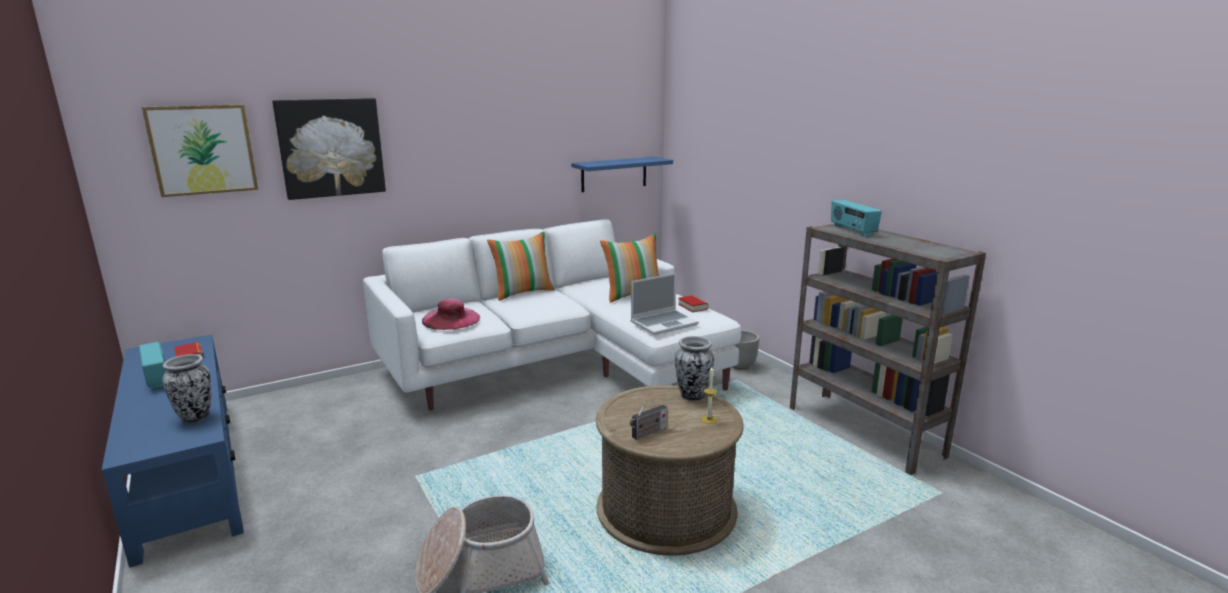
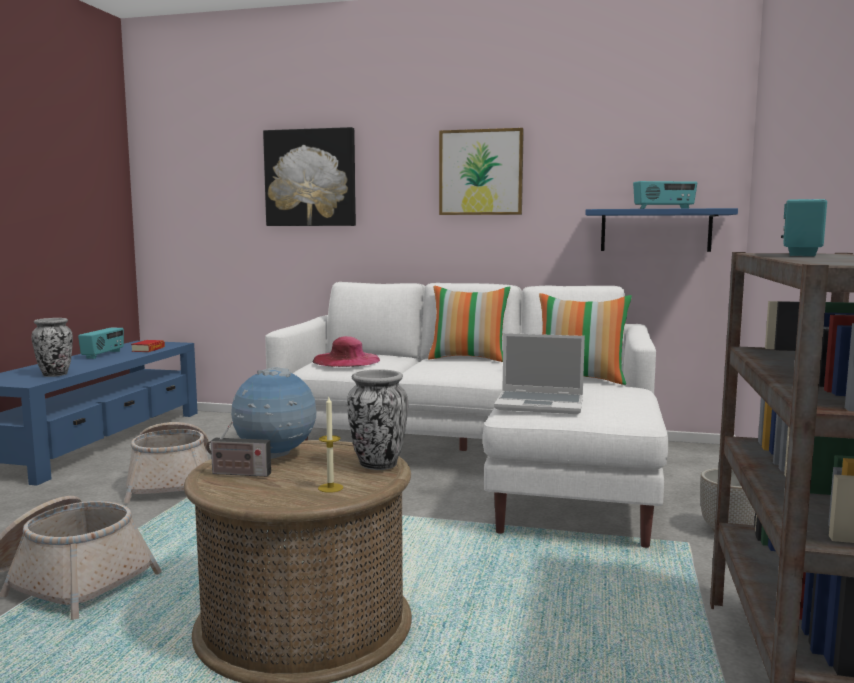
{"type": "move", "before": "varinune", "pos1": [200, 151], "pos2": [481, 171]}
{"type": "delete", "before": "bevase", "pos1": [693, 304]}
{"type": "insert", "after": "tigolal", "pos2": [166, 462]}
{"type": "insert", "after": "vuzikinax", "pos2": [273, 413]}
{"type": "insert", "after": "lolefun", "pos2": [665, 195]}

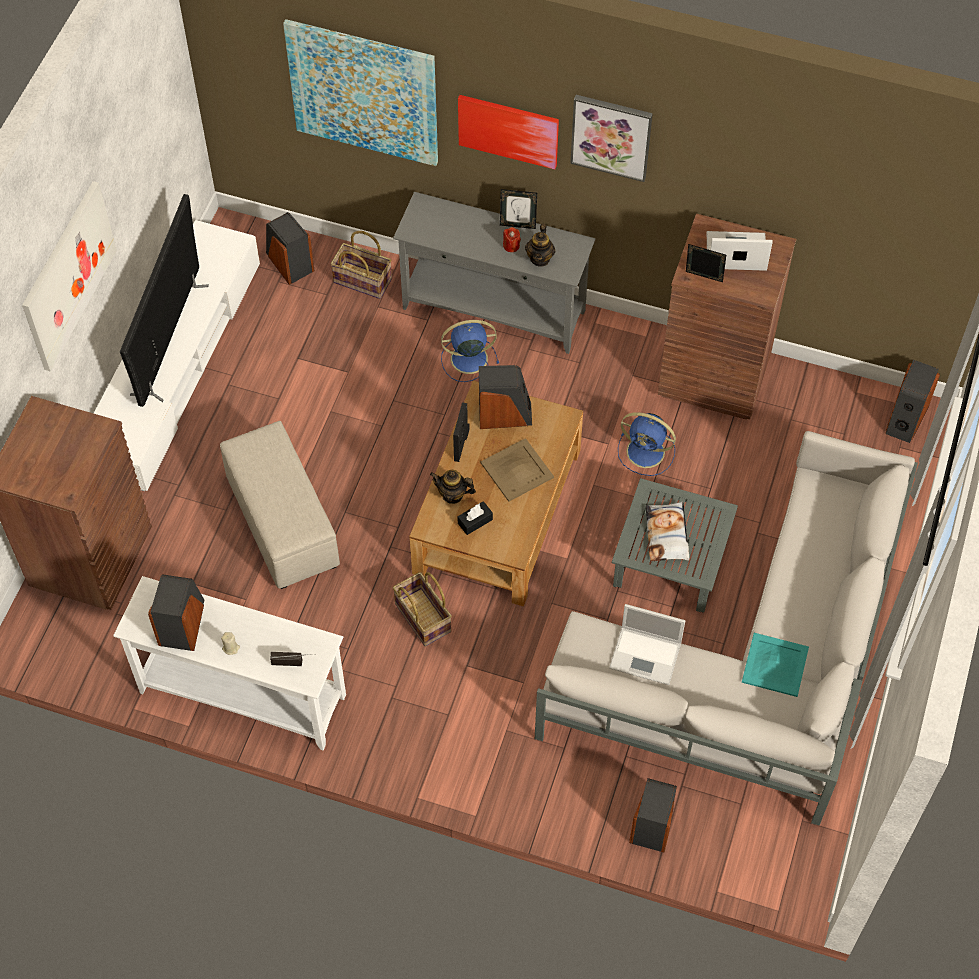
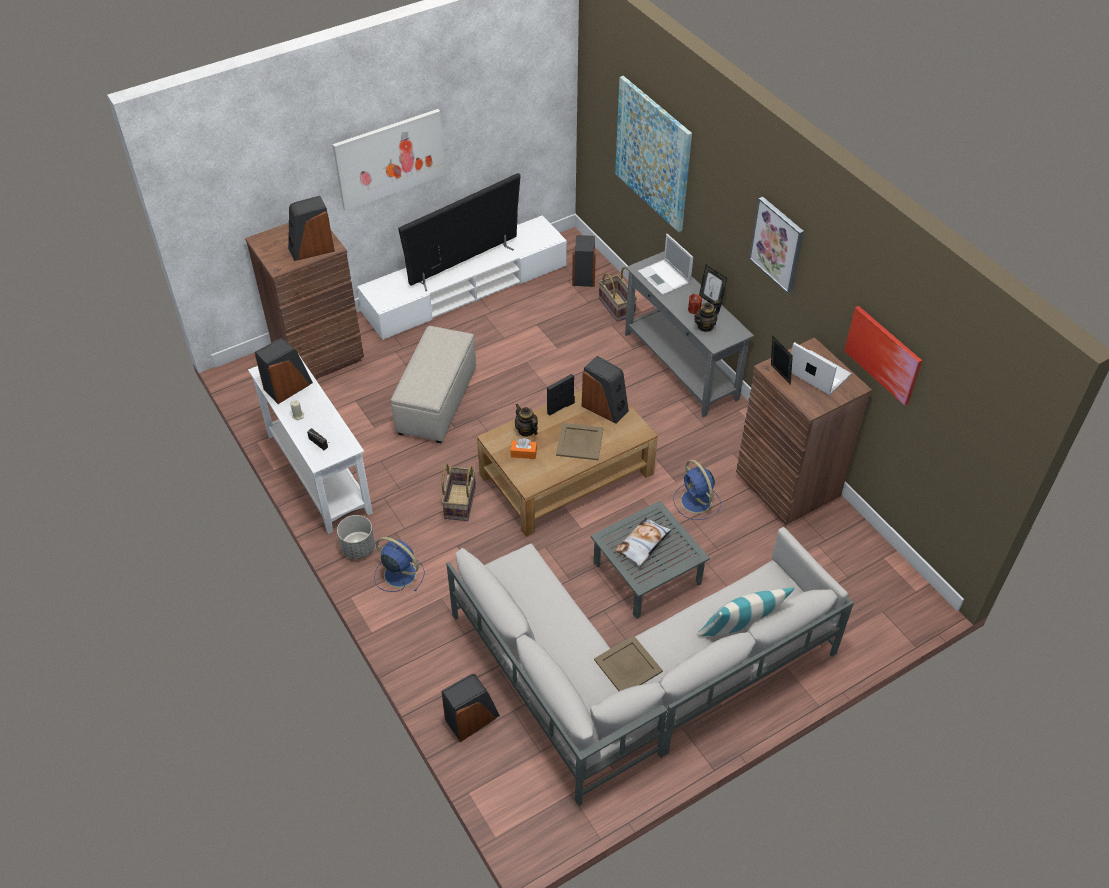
{"type": "move", "before": "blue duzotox", "pos1": [470, 351], "pos2": [399, 564]}
{"type": "move", "before": "varinune", "pos1": [508, 132], "pos2": [883, 356]}
{"type": "recolor", "before": "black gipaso", "after": "orange gipaso", "pos1": [475, 518], "pos2": [523, 448]}
{"type": "move", "before": "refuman", "pos1": [647, 644], "pos2": [665, 265]}
{"type": "recolor", "before": "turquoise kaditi", "after": "beige kaditi", "pos1": [775, 665], "pos2": [628, 663]}
{"type": "move", "before": "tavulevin", "pos1": [912, 401], "pos2": [311, 228]}
{"type": "insert", "after": "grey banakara", "pos2": [356, 537]}
{"type": "insert", "after": "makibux", "pos2": [745, 612]}

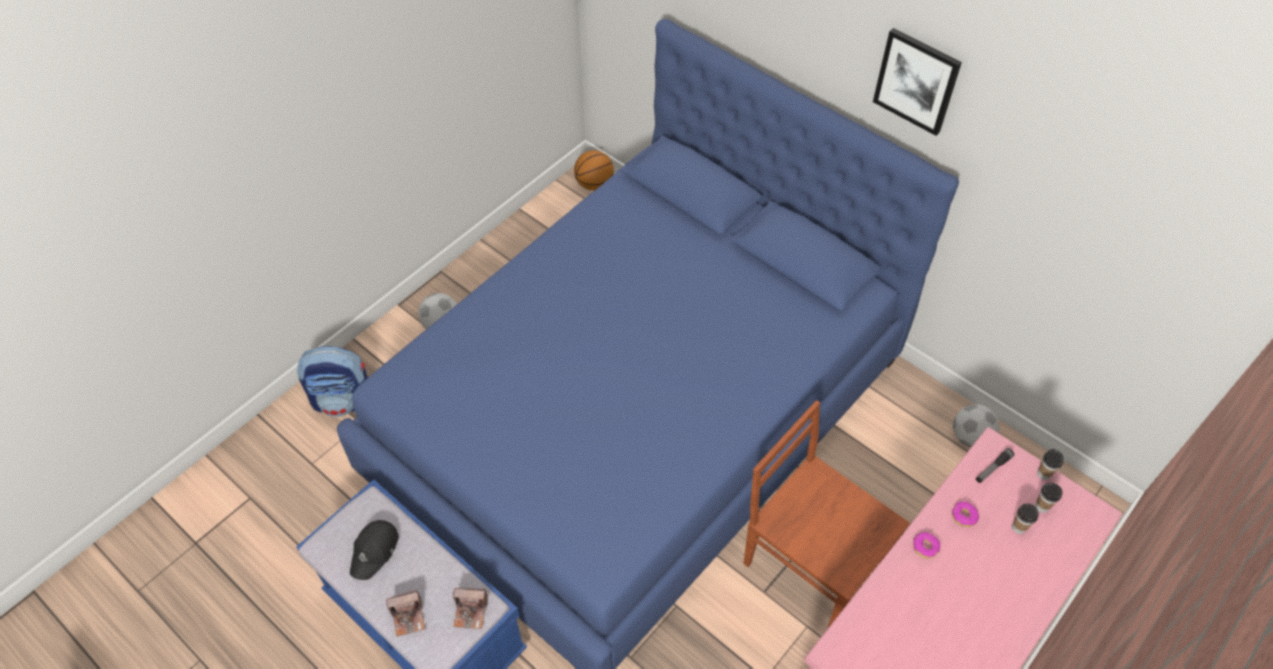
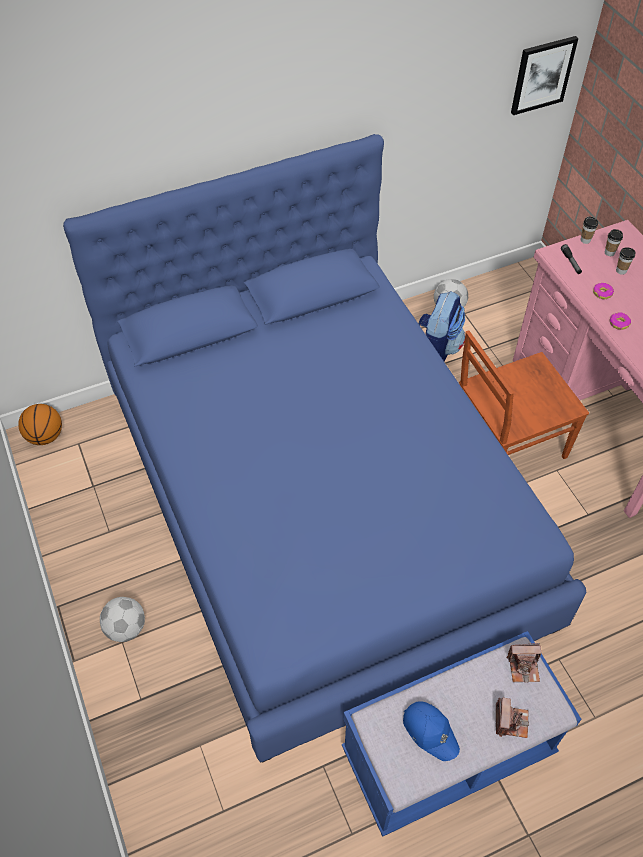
{"type": "move", "before": "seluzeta", "pos1": [332, 381], "pos2": [442, 326]}
{"type": "recolor", "before": "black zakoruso", "after": "blue zakoruso", "pos1": [374, 550], "pos2": [431, 731]}
{"type": "rotate", "before": "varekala", "pos1": [470, 608], "pos2": [524, 662], "turn": 60}
{"type": "move", "before": "varinune", "pos1": [917, 82], "pos2": [544, 75]}

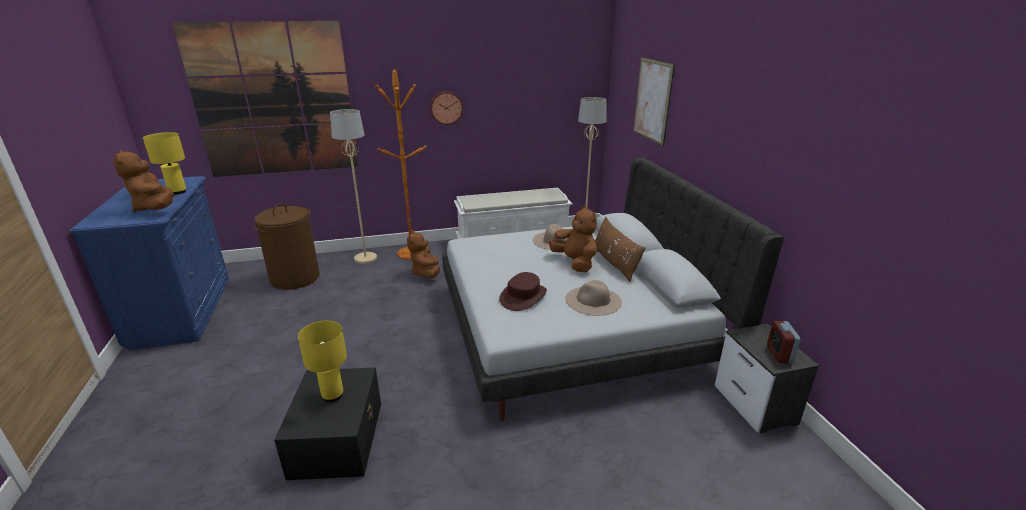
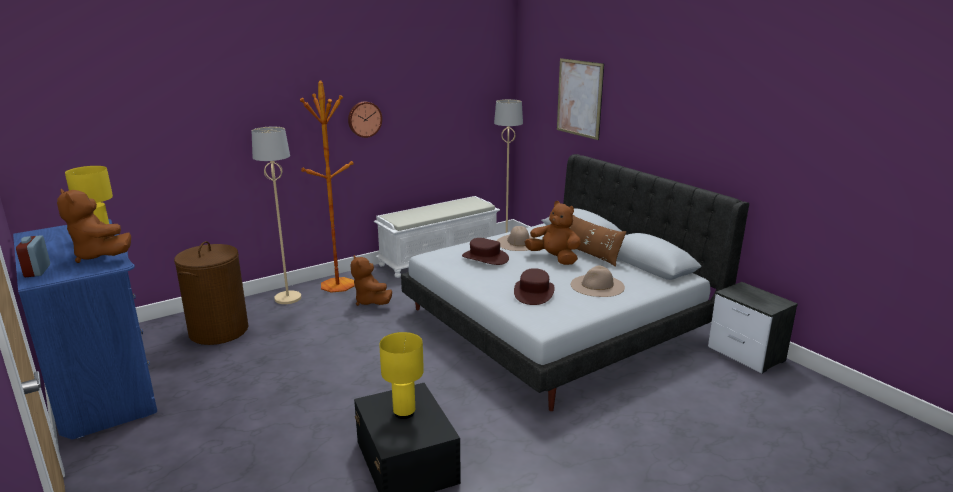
{"type": "delete", "before": "varinune", "pos1": [265, 99]}
{"type": "move", "before": "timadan", "pos1": [783, 342], "pos2": [33, 256]}
{"type": "insert", "after": "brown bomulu", "pos2": [485, 251]}

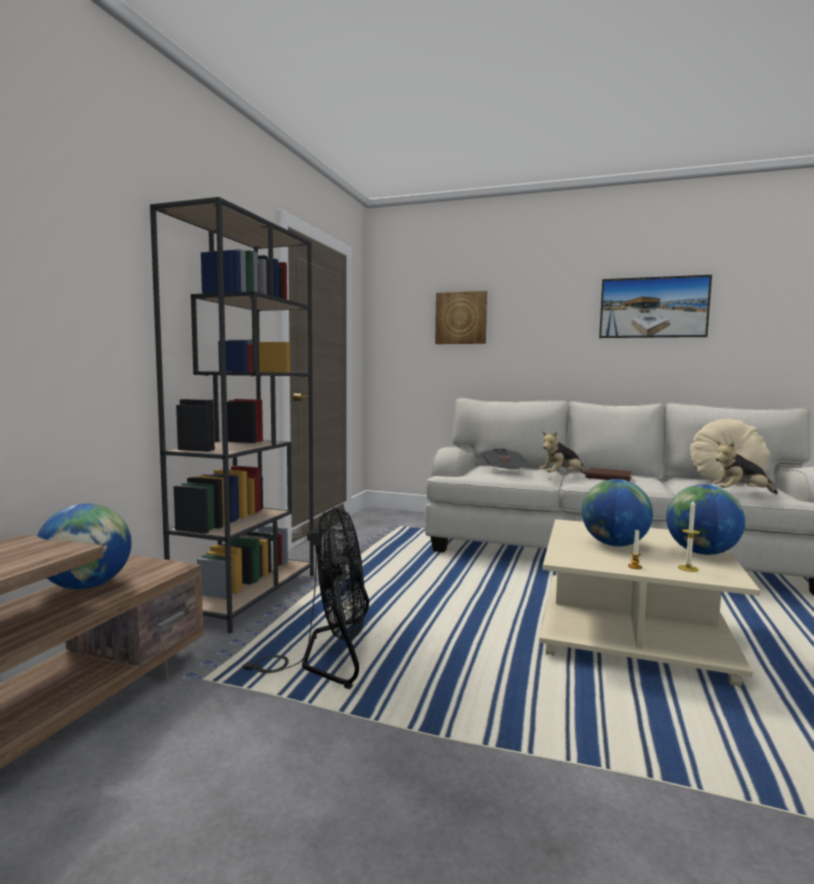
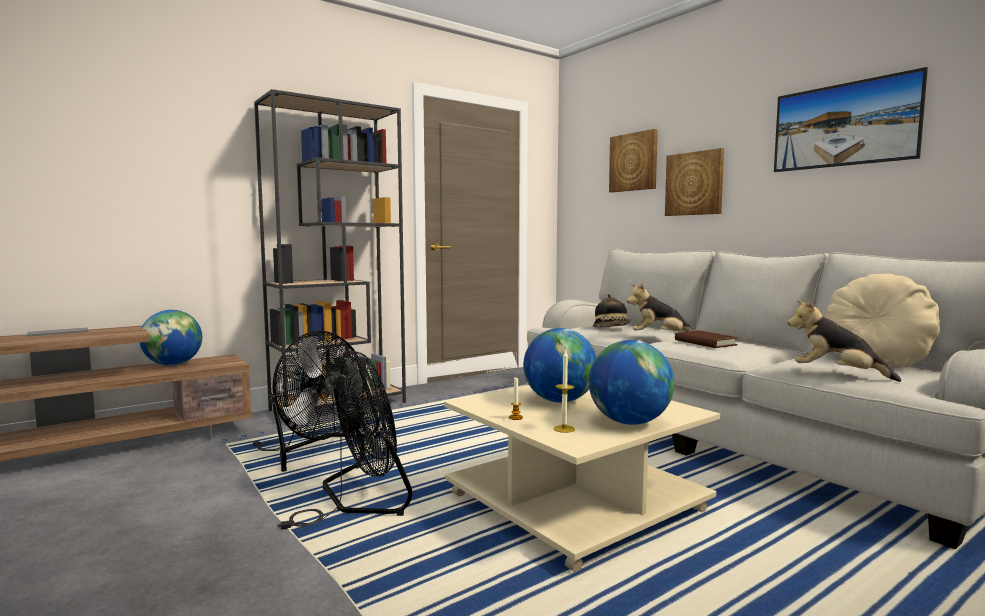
{"type": "replace", "before": "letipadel", "after": "bomulu", "pos1": [503, 459], "pos2": [612, 310]}
{"type": "insert", "after": "black duzotox", "pos2": [344, 440]}
{"type": "insert", "after": "varinune", "pos2": [694, 182]}

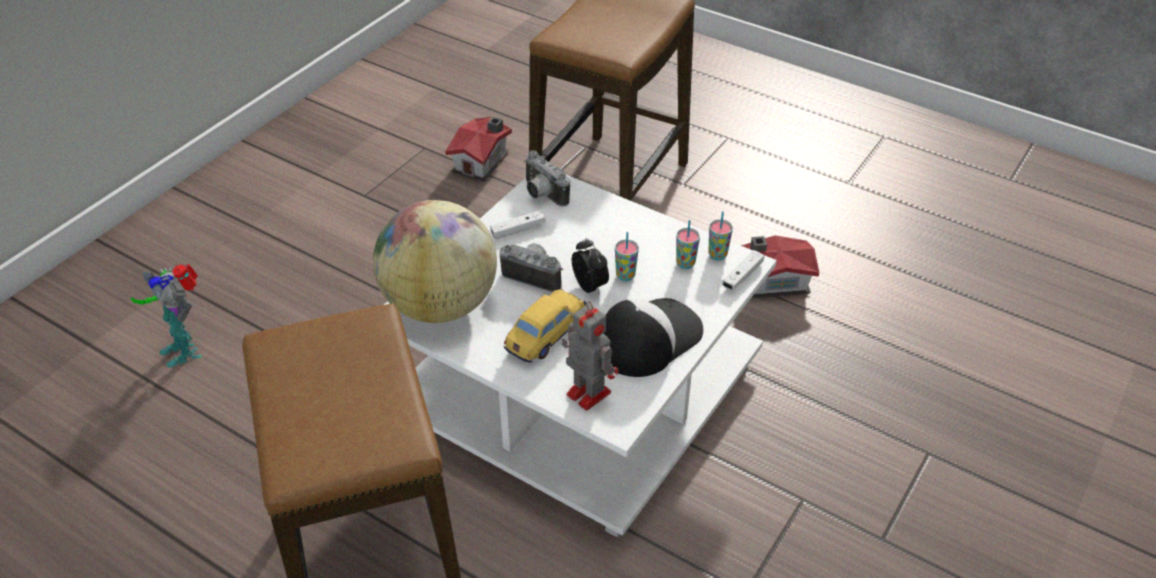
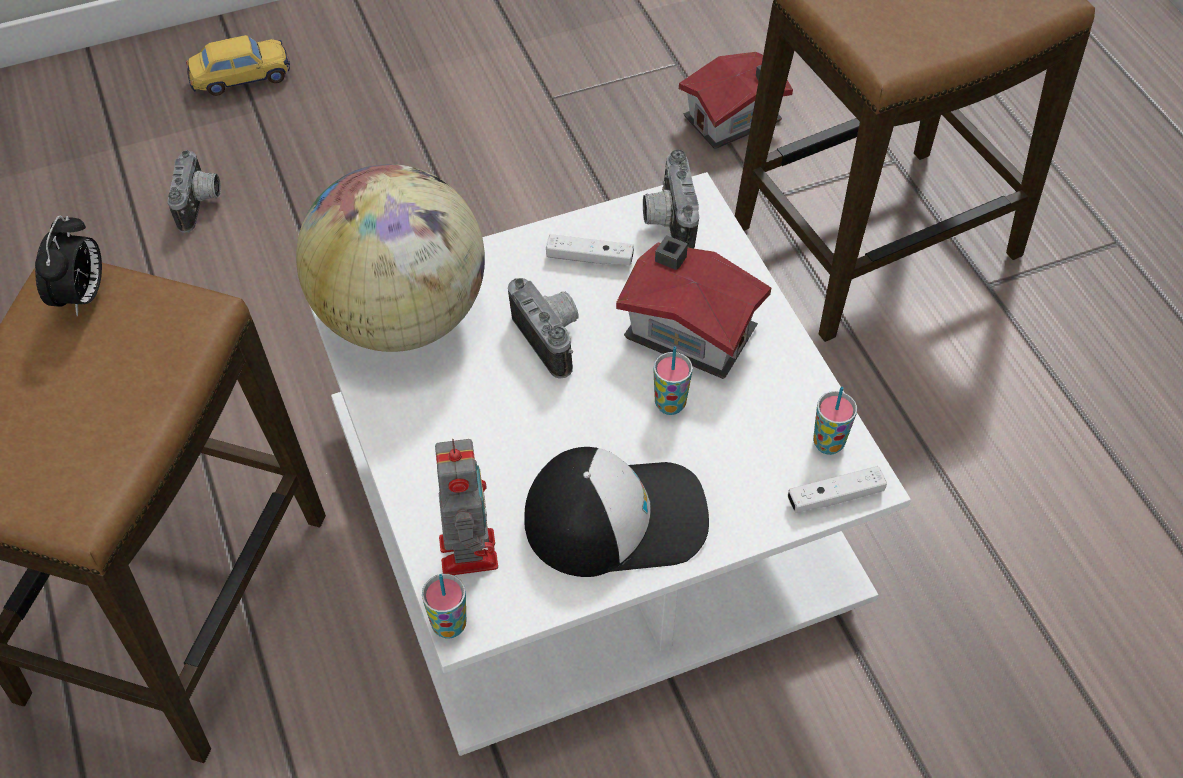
{"type": "replace", "before": "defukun", "after": "varekala", "pos1": [166, 316], "pos2": [194, 191]}
{"type": "move", "before": "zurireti", "pos1": [545, 325], "pos2": [238, 65]}
{"type": "move", "before": "timadan", "pos1": [590, 266], "pos2": [68, 266]}
{"type": "move", "before": "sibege", "pos1": [688, 244], "pos2": [444, 606]}
{"type": "move", "before": "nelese", "pos1": [780, 267], "pos2": [693, 307]}

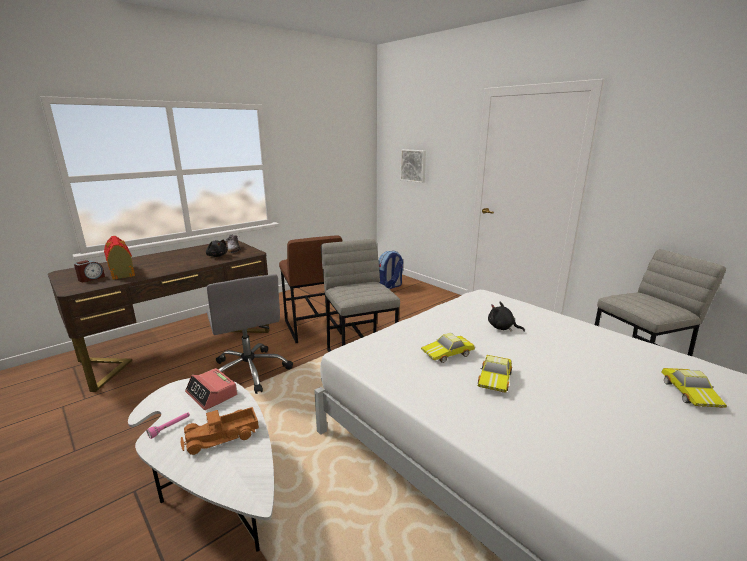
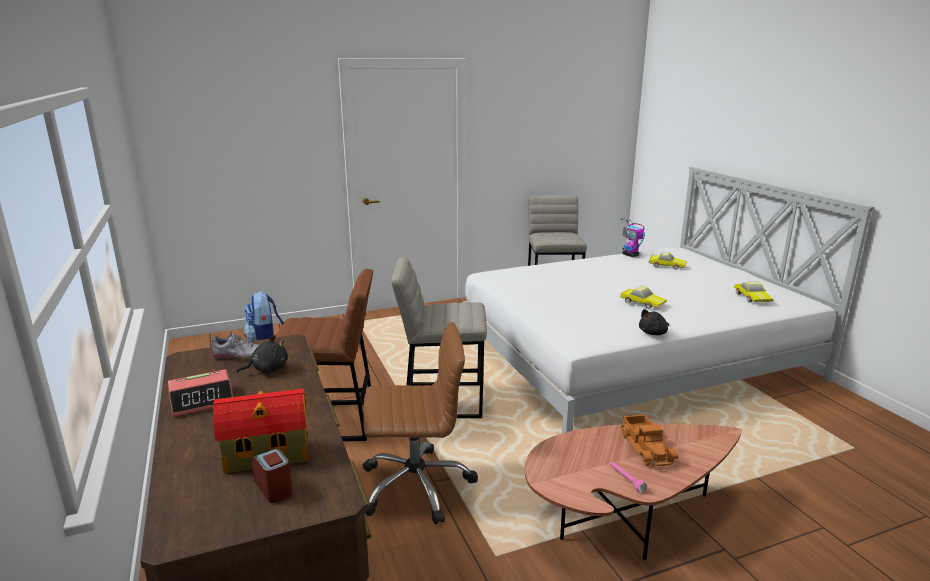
{"type": "recolor", "before": "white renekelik", "after": "brown renekelik", "pos1": [201, 465], "pos2": [633, 491]}
{"type": "move", "before": "timadan", "pos1": [211, 389], "pos2": [200, 393]}
{"type": "recolor", "before": "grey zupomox", "after": "brown zupomox", "pos1": [250, 334], "pos2": [420, 423]}
{"type": "delete", "before": "varinune", "pos1": [413, 166]}
{"type": "move", "before": "zurireti", "pos1": [448, 348], "pos2": [754, 292]}
{"type": "move", "before": "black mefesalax", "pos1": [506, 317], "pos2": [654, 322]}
{"type": "insert", "after": "defukun", "pos2": [633, 237]}

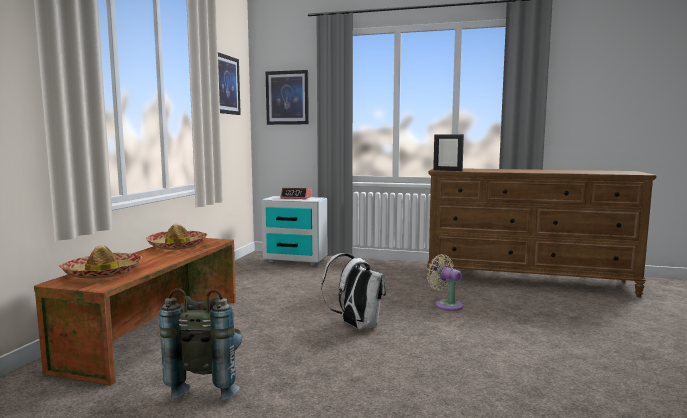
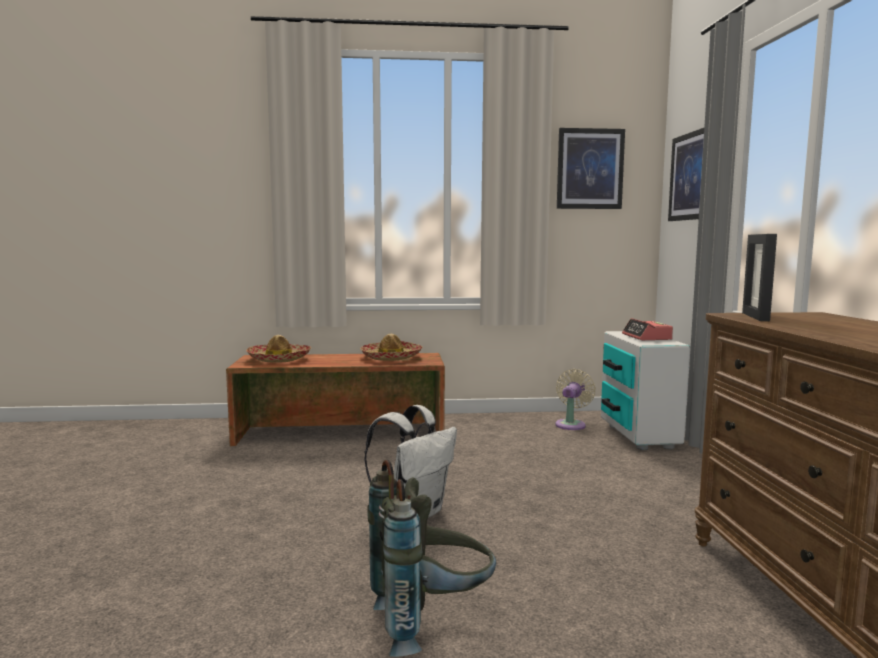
{"type": "move", "before": "grey seluzeta", "pos1": [200, 344], "pos2": [431, 558]}
{"type": "move", "before": "beige duzotox", "pos1": [445, 282], "pos2": [575, 399]}

